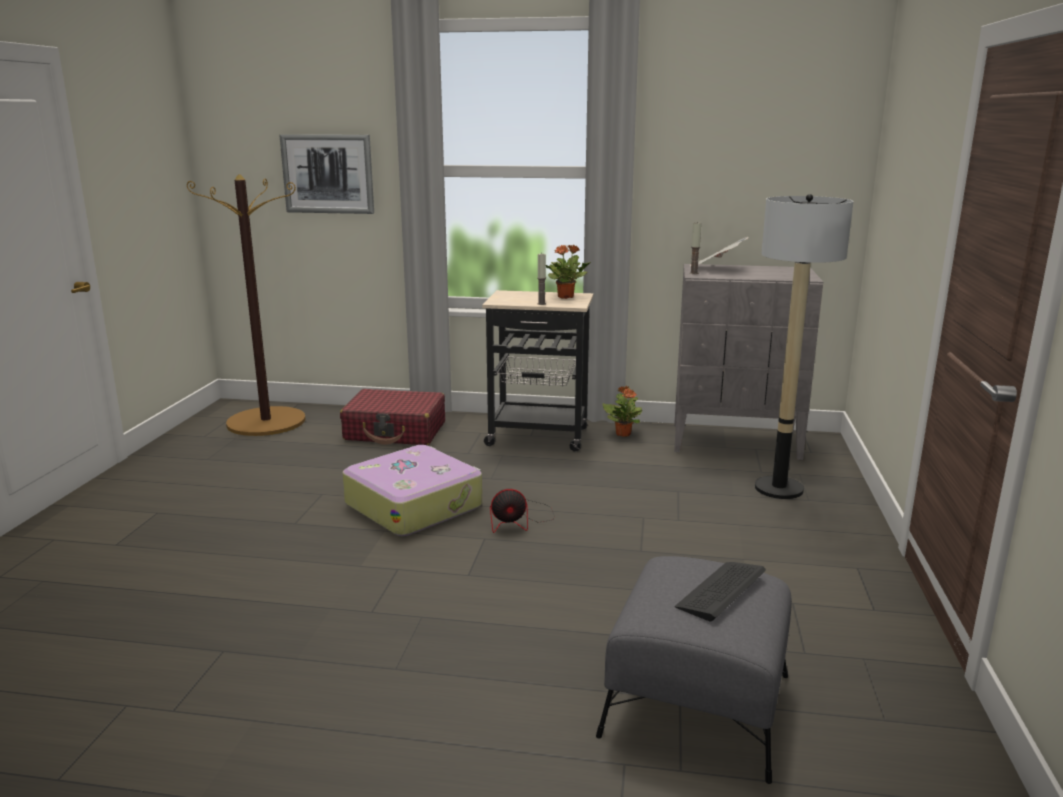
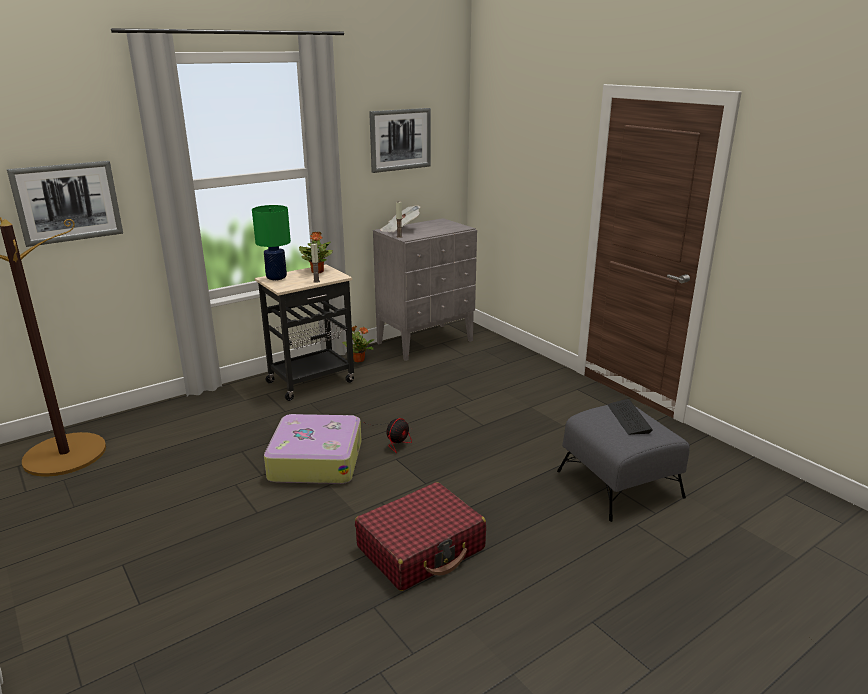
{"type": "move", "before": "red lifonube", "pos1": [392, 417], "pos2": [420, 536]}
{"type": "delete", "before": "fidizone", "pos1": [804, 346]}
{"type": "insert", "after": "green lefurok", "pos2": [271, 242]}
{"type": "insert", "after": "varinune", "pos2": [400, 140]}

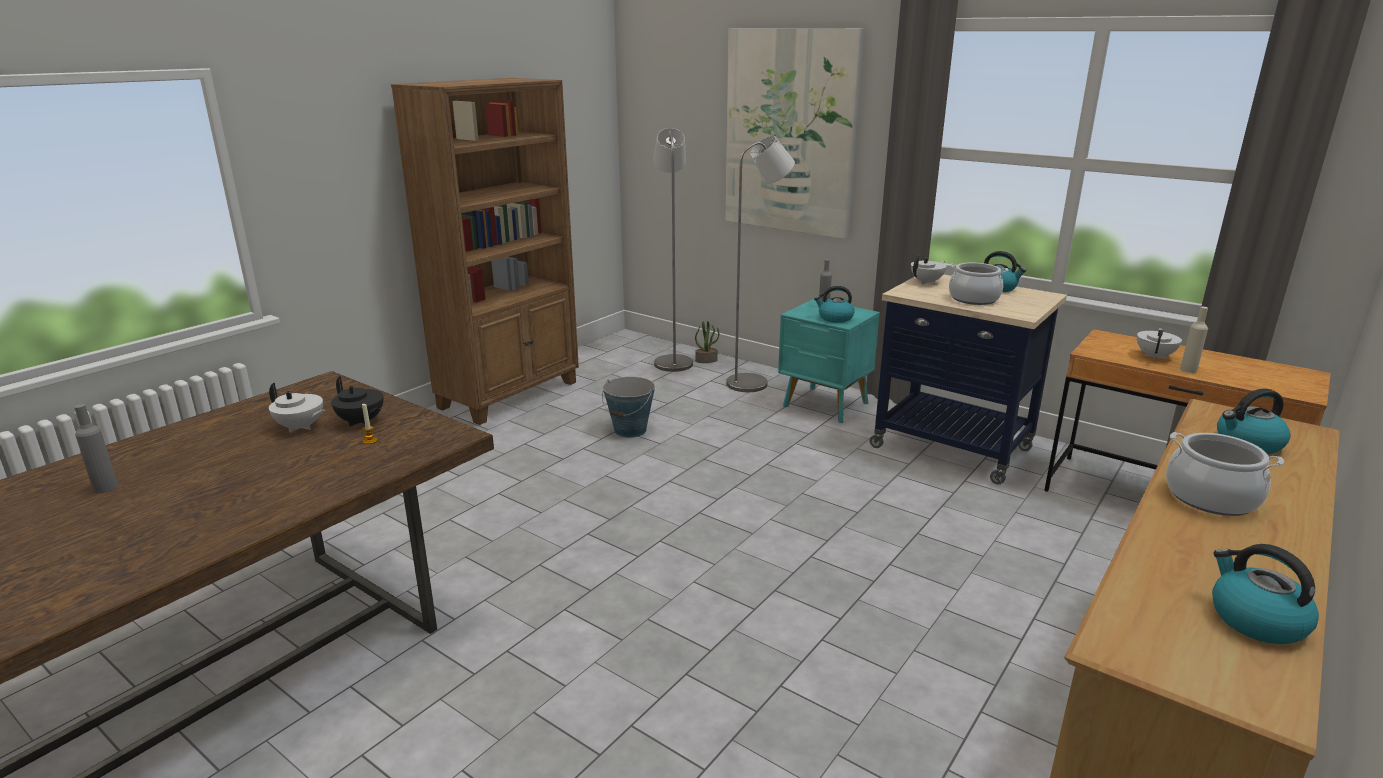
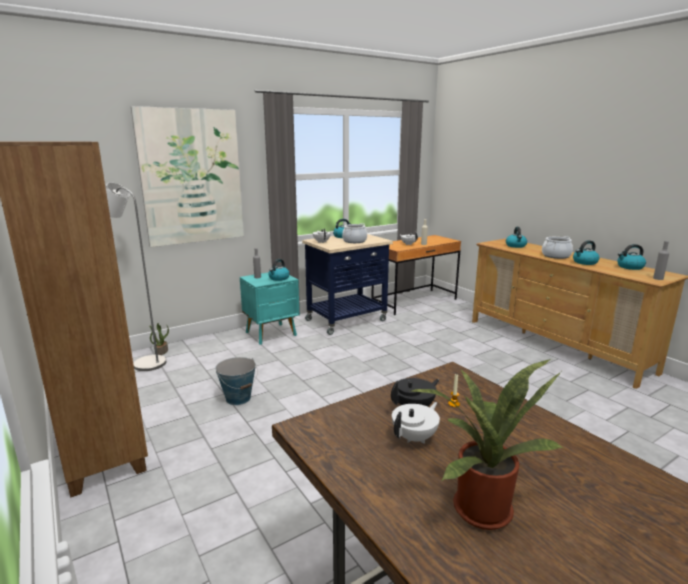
{"type": "move", "before": "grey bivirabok", "pos1": [96, 448], "pos2": [661, 260]}
{"type": "delete", "before": "grey fidizone", "pos1": [760, 264]}
{"type": "insert", "after": "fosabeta", "pos2": [487, 444]}
{"type": "insert", "after": "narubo", "pos2": [586, 252]}

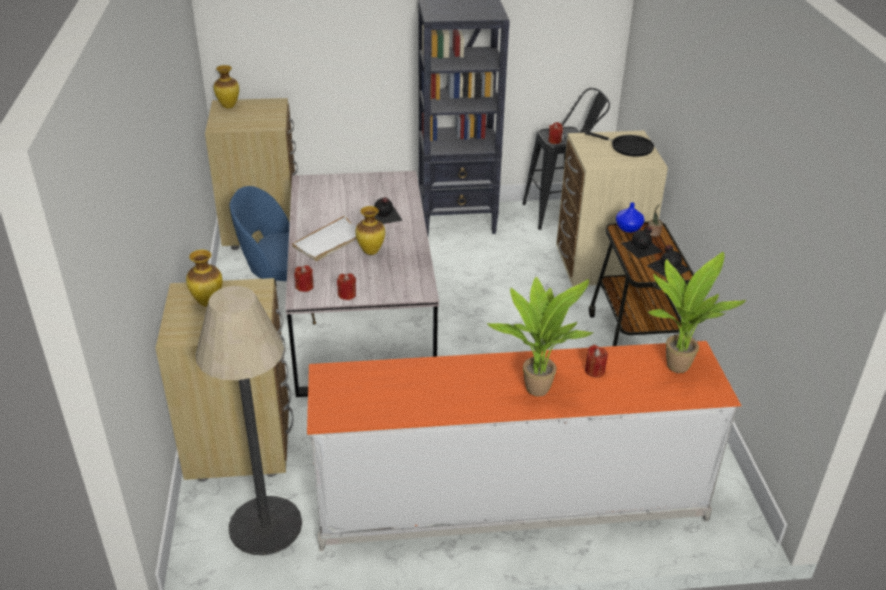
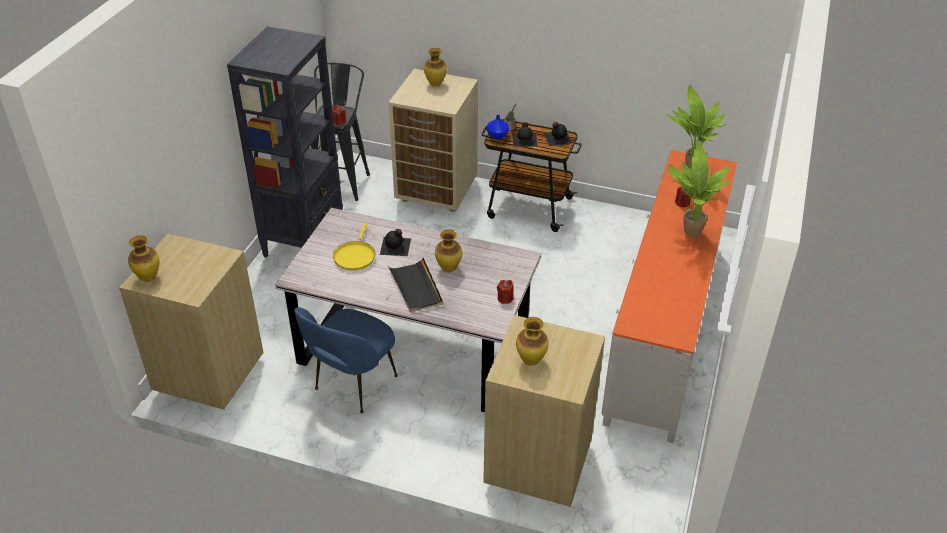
{"type": "delete", "before": "fidizone", "pos1": [248, 420]}
{"type": "recolor", "before": "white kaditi", "after": "black kaditi", "pos1": [324, 238], "pos2": [415, 285]}
{"type": "delete", "before": "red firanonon", "pos1": [304, 278]}
{"type": "replace", "before": "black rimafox", "after": "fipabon", "pos1": [619, 144], "pos2": [435, 67]}
{"type": "insert", "after": "yellow rimafox", "pos2": [354, 247]}

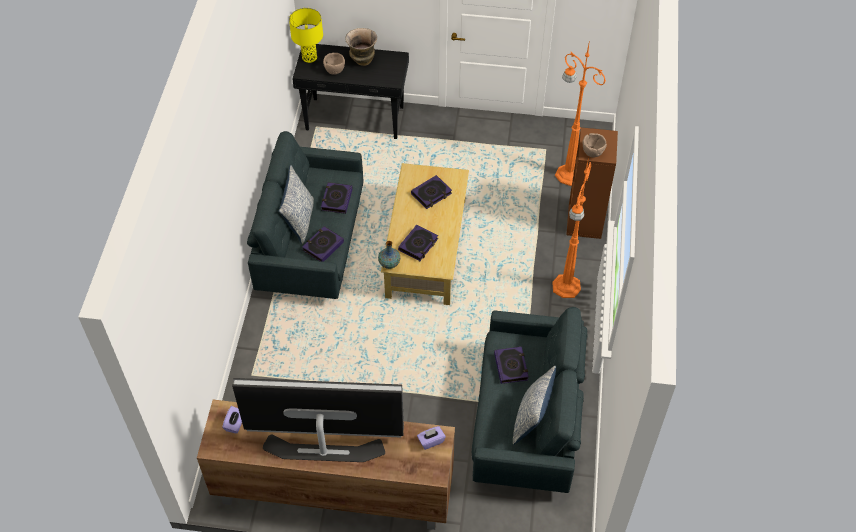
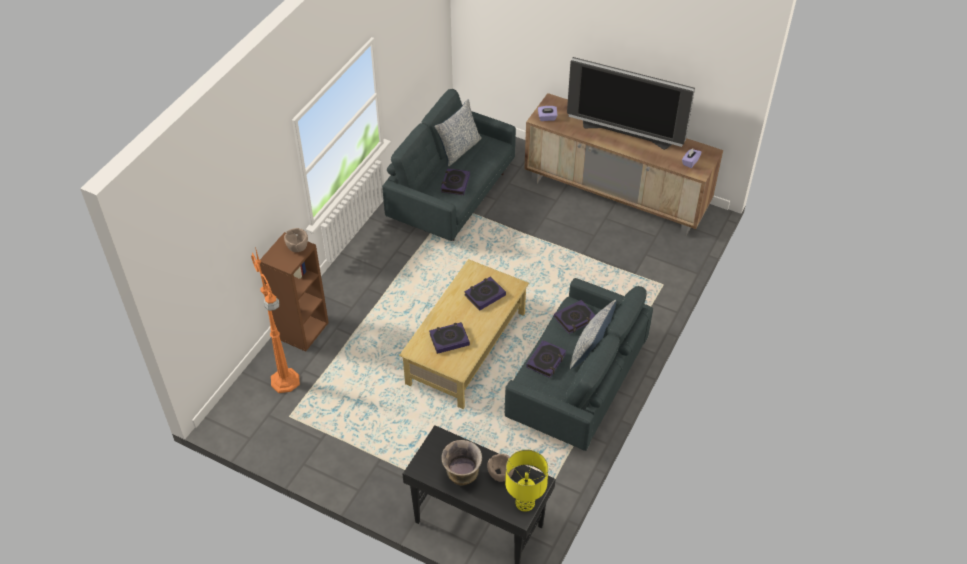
{"type": "delete", "before": "fipabon", "pos1": [389, 255]}
{"type": "delete", "before": "orange fidizone", "pos1": [572, 227]}

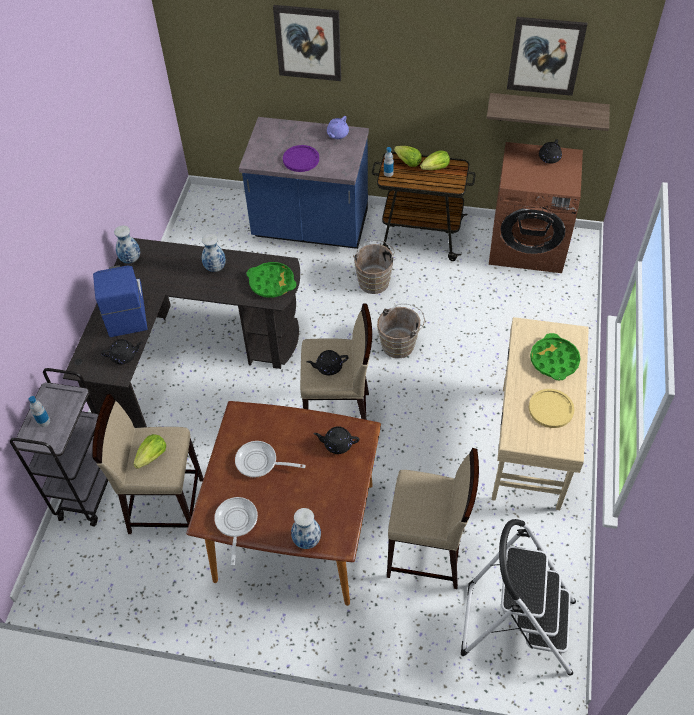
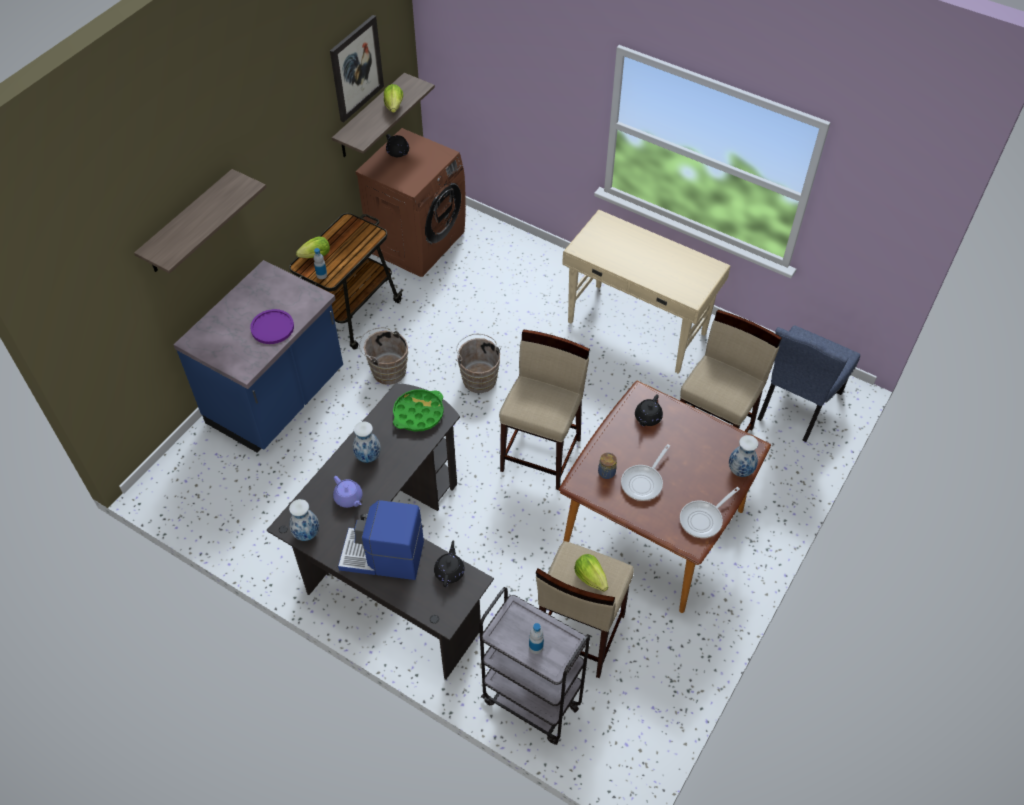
{"type": "rotate", "before": "rimafox", "pos1": [236, 531], "pos2": [710, 512], "turn": -60}
{"type": "replace", "before": "varinune", "after": "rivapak", "pos1": [307, 43], "pos2": [200, 221]}
{"type": "delete", "before": "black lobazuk", "pos1": [328, 362]}
{"type": "move", "before": "purple lobazuk", "pos1": [338, 127], "pos2": [348, 492]}
{"type": "move", "before": "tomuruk", "pos1": [435, 160], "pos2": [393, 98]}
{"type": "replace", "before": "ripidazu", "after": "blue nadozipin", "pos1": [518, 597], "pos2": [808, 383]}
{"type": "delete", "before": "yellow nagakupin", "pos1": [551, 408]}
{"type": "delete", "before": "green kaditi", "pos1": [555, 356]}
{"type": "insert", "after": "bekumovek", "pos2": [607, 466]}

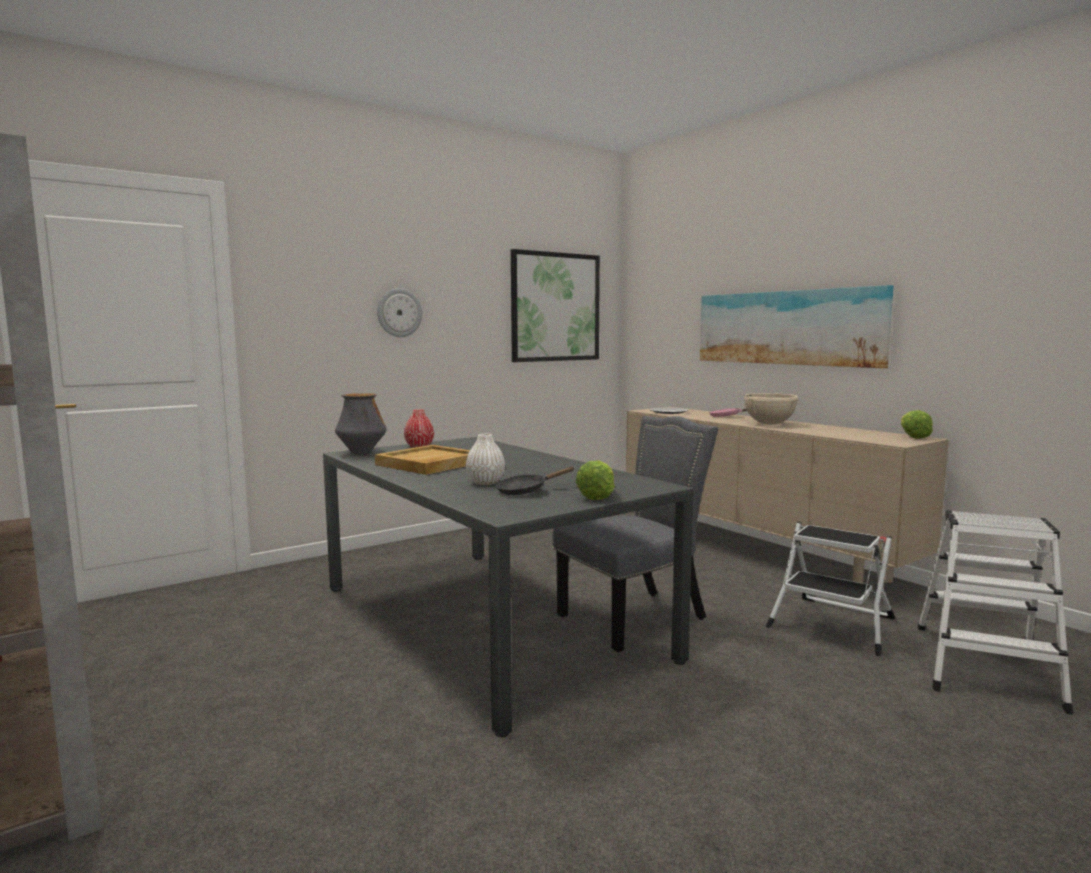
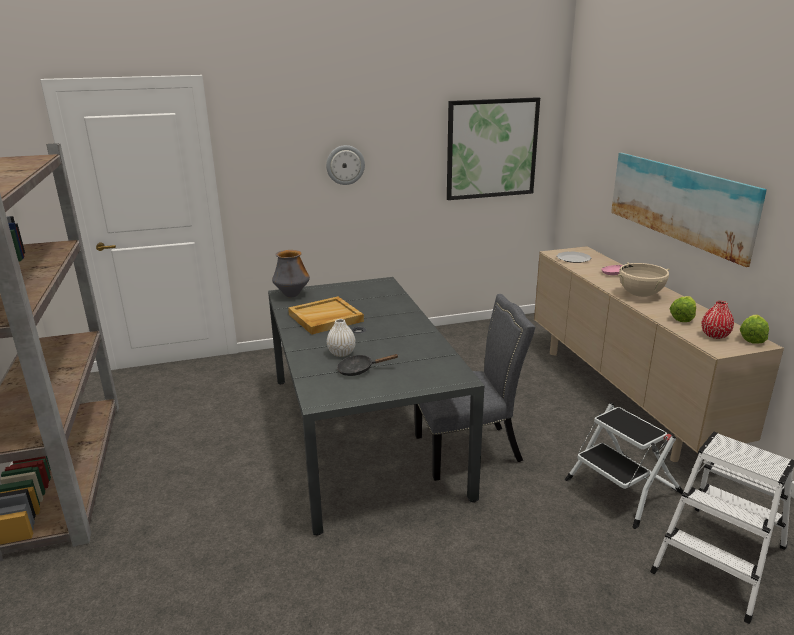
{"type": "move", "before": "red fipabon", "pos1": [419, 428], "pos2": [717, 320]}
{"type": "move", "before": "tomuruk", "pos1": [595, 480], "pos2": [683, 309]}

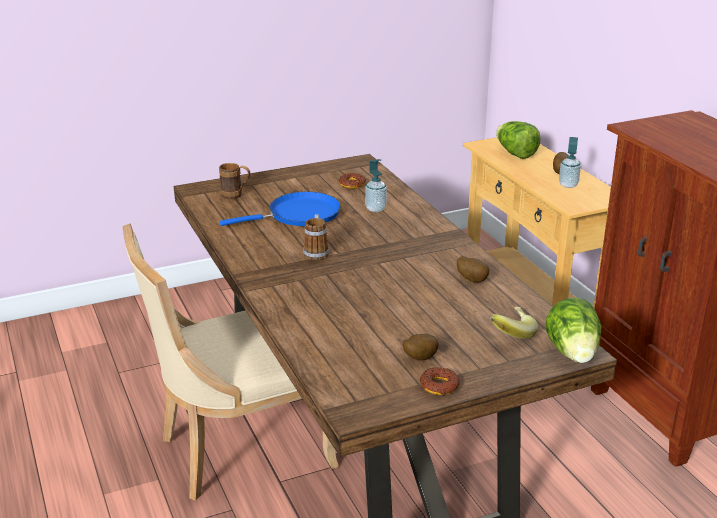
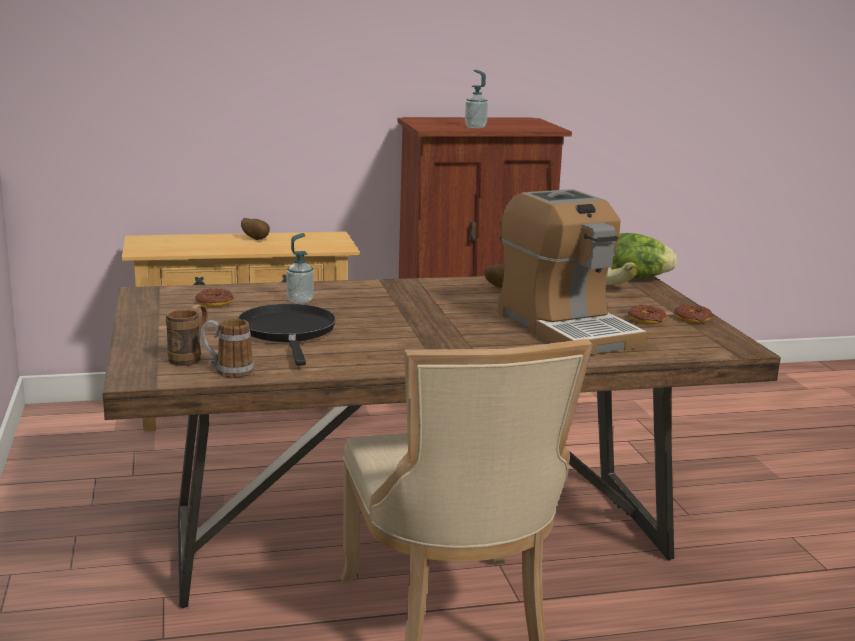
{"type": "recolor", "before": "blue rimafox", "after": "black rimafox", "pos1": [280, 209], "pos2": [287, 335]}
{"type": "move", "before": "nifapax", "pos1": [316, 237], "pos2": [227, 348]}
{"type": "replace", "before": "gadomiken", "after": "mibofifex", "pos1": [421, 347], "pos2": [647, 314]}
{"type": "delete", "before": "tomuruk", "pos1": [518, 140]}
{"type": "move", "before": "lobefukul", "pos1": [570, 162], "pos2": [476, 99]}
{"type": "insert", "after": "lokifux", "pos2": [573, 272]}

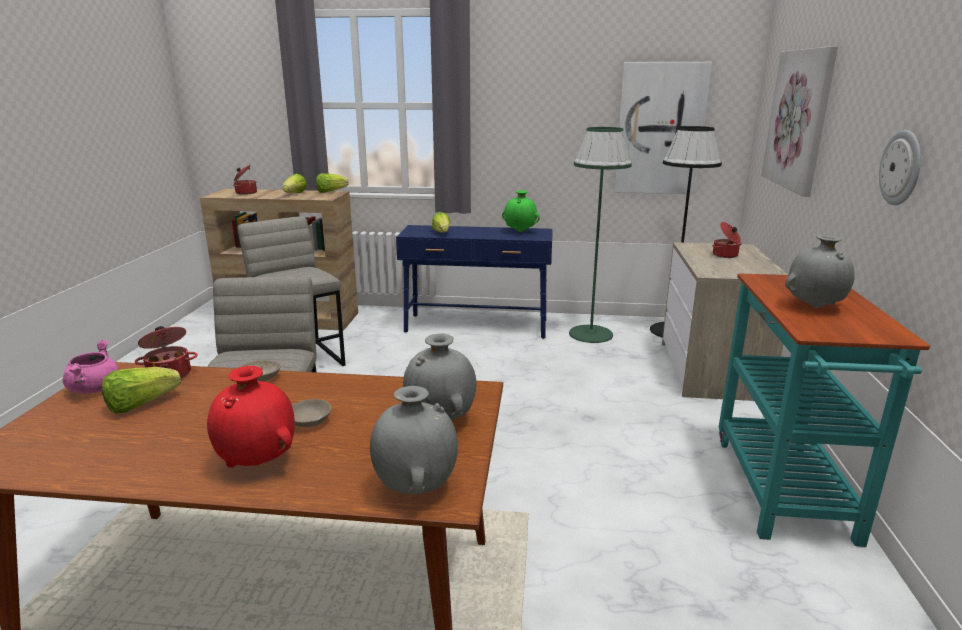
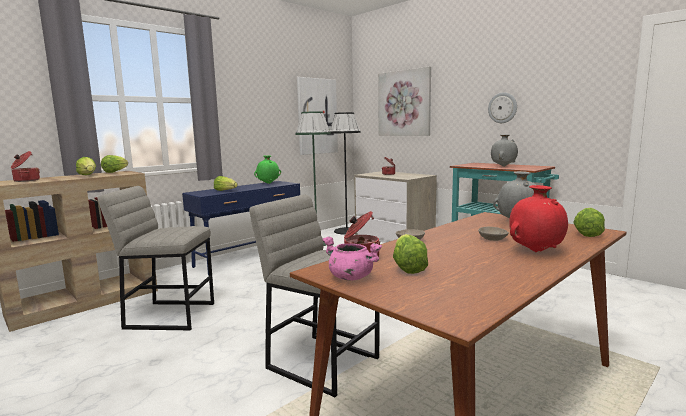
{"type": "replace", "before": "grey fipabon", "after": "tomuruk", "pos1": [414, 440], "pos2": [589, 222]}

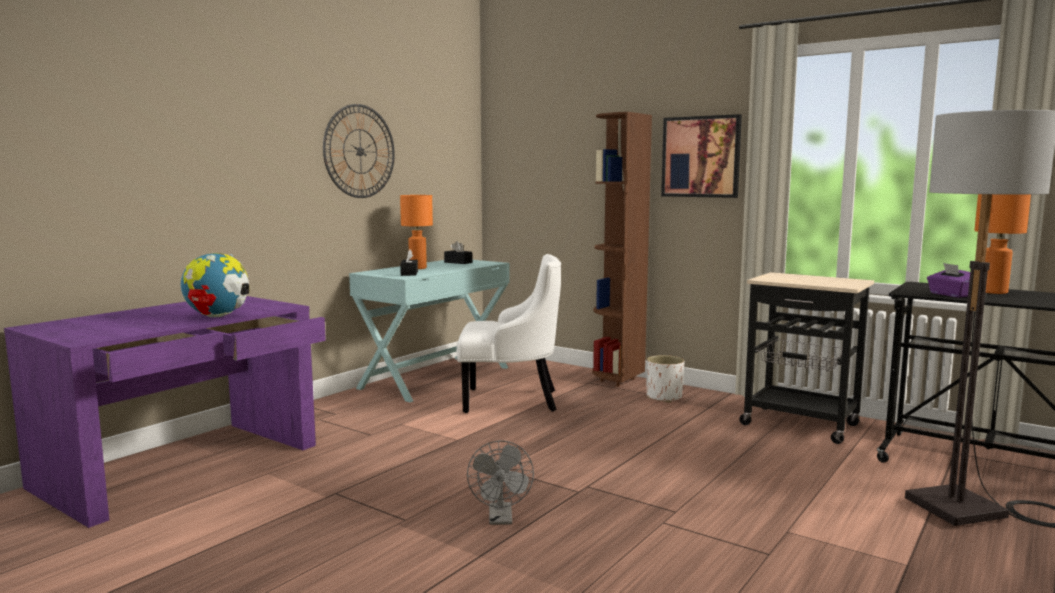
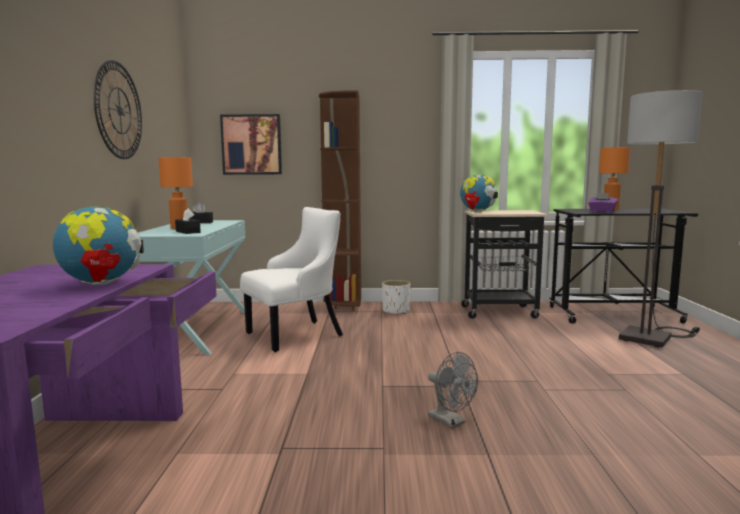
{"type": "move", "before": "varinune", "pos1": [701, 156], "pos2": [251, 144]}
{"type": "insert", "after": "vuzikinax", "pos2": [479, 193]}

